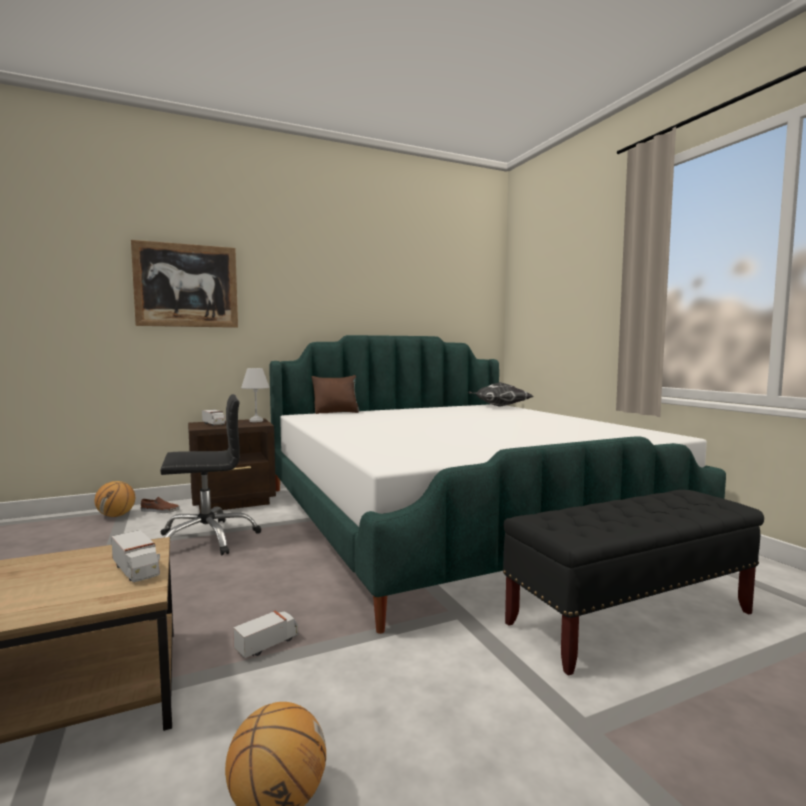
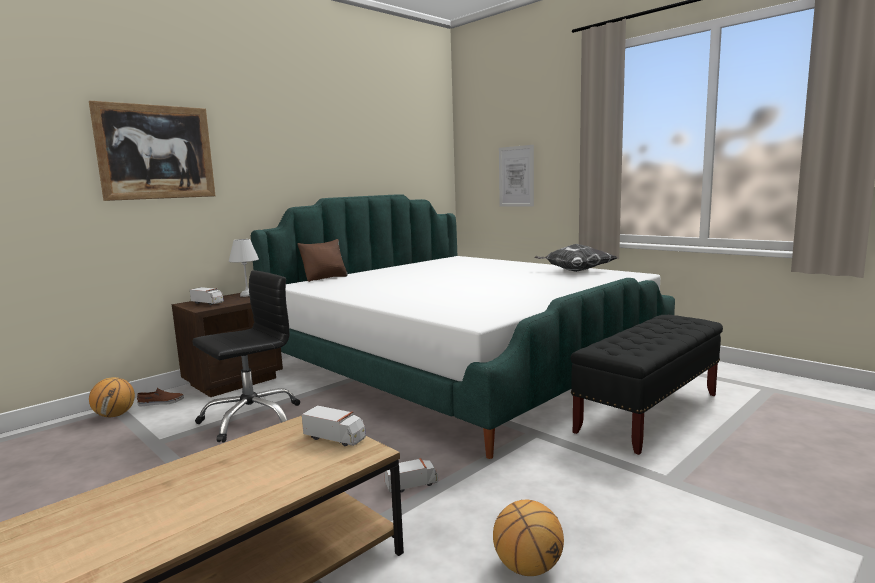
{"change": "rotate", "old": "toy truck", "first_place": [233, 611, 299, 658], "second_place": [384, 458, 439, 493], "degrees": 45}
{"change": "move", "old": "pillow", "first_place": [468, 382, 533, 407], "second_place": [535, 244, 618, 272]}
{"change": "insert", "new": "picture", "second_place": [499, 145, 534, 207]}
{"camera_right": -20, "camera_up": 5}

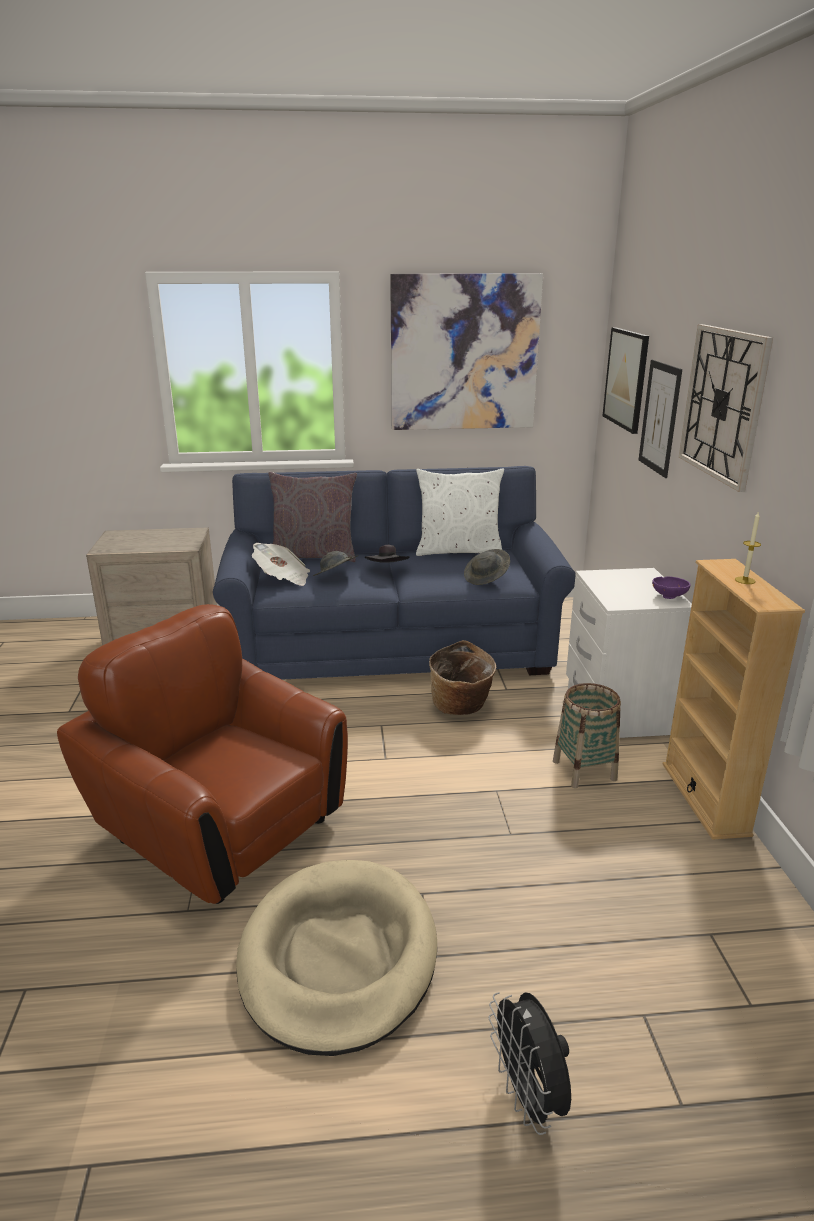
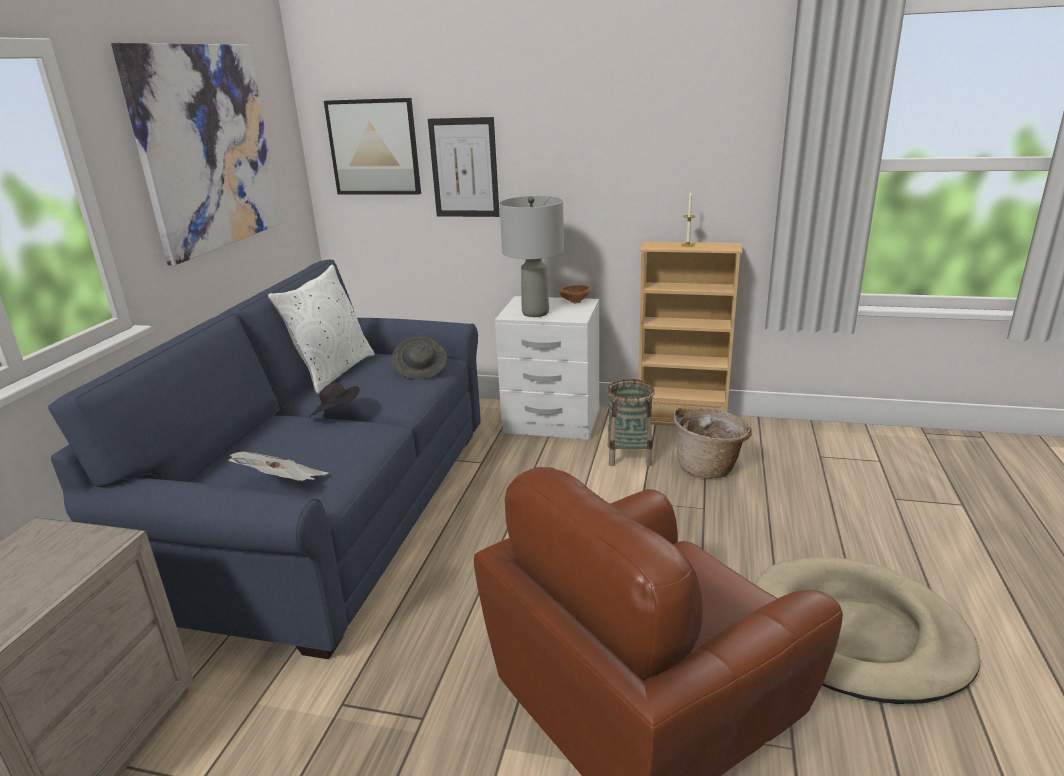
{"change": "delete", "old": "grey pillow", "first_place": [268, 472, 357, 562]}
{"change": "delete", "old": "grey hat", "first_place": [313, 551, 358, 576]}
{"change": "move", "old": "basket", "first_place": [429, 640, 496, 715], "second_place": [673, 408, 751, 479]}
{"change": "delete", "old": "black fan", "first_place": [488, 992, 571, 1135]}
{"change": "recolor", "old": "purple bowl", "new": "brown bowl", "first_place": [652, 576, 691, 599], "second_place": [559, 285, 590, 303]}
{"change": "delete", "old": "wall clock", "first_place": [679, 324, 773, 492]}
{"change": "insert", "new": "grey table lamp", "second_place": [499, 196, 564, 317]}
{"camera_right": -70, "camera_up": 0}

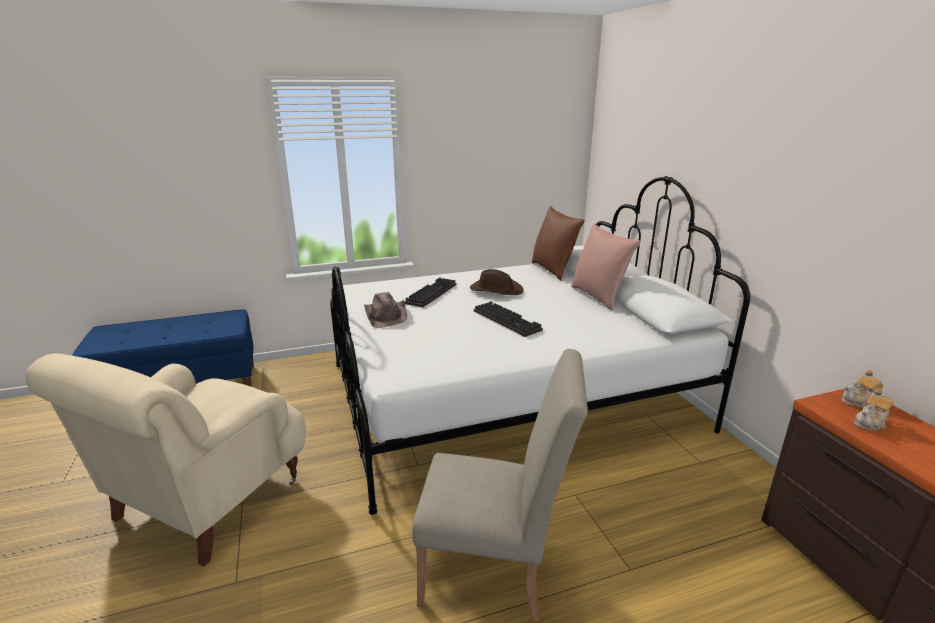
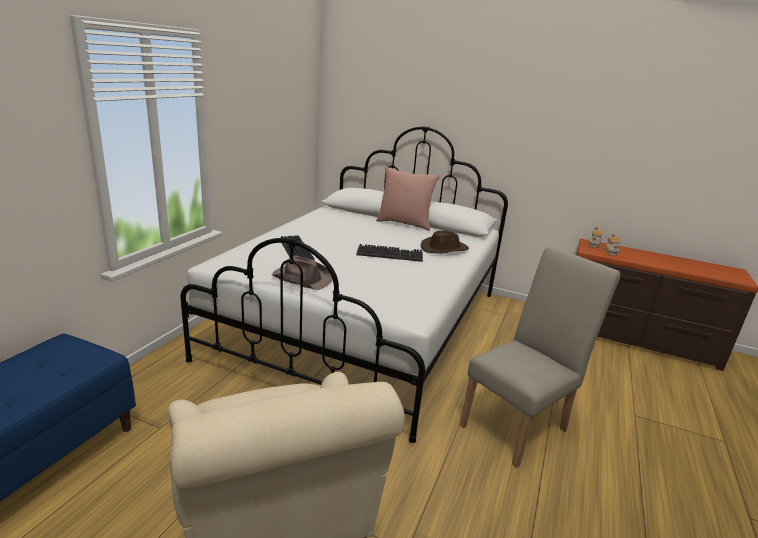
{"change": "move", "old": "brown hat", "first_place": [470, 269, 524, 295], "second_place": [421, 230, 469, 253]}
{"change": "delete", "old": "brown pillow", "first_place": [532, 206, 584, 280]}
{"camera_right": -50, "camera_up": 0}

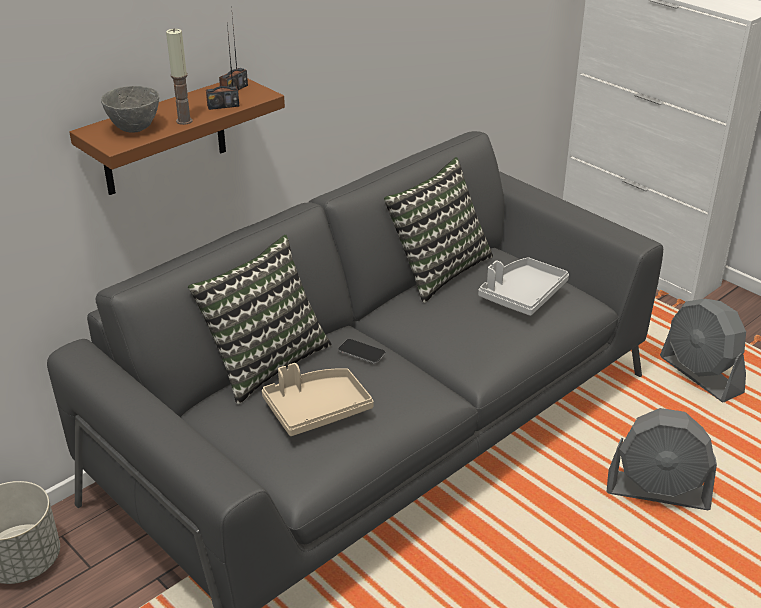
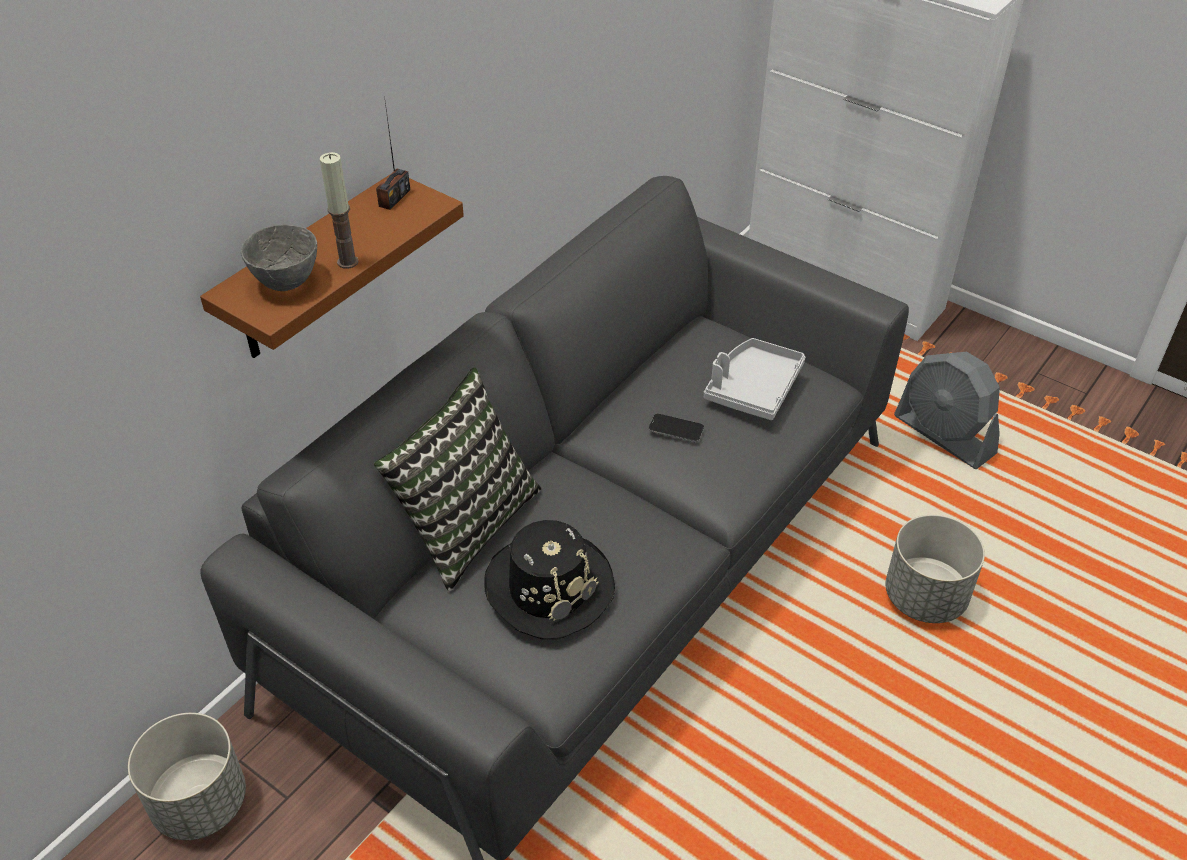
{"change": "delete", "old": "radio", "first_place": [206, 24, 240, 110]}
{"change": "replace", "old": "beige tray", "new": "black hat", "first_place": [262, 363, 374, 436], "second_place": [484, 520, 615, 639]}
{"change": "move", "old": "phone", "first_place": [338, 339, 386, 364], "second_place": [648, 414, 704, 442]}
{"change": "delete", "old": "pillow", "first_place": [384, 157, 493, 303]}
{"change": "replace", "old": "grey fan", "new": "grey planter", "first_place": [606, 408, 717, 510], "second_place": [886, 515, 985, 623]}
{"camera_right": -10, "camera_up": 10}

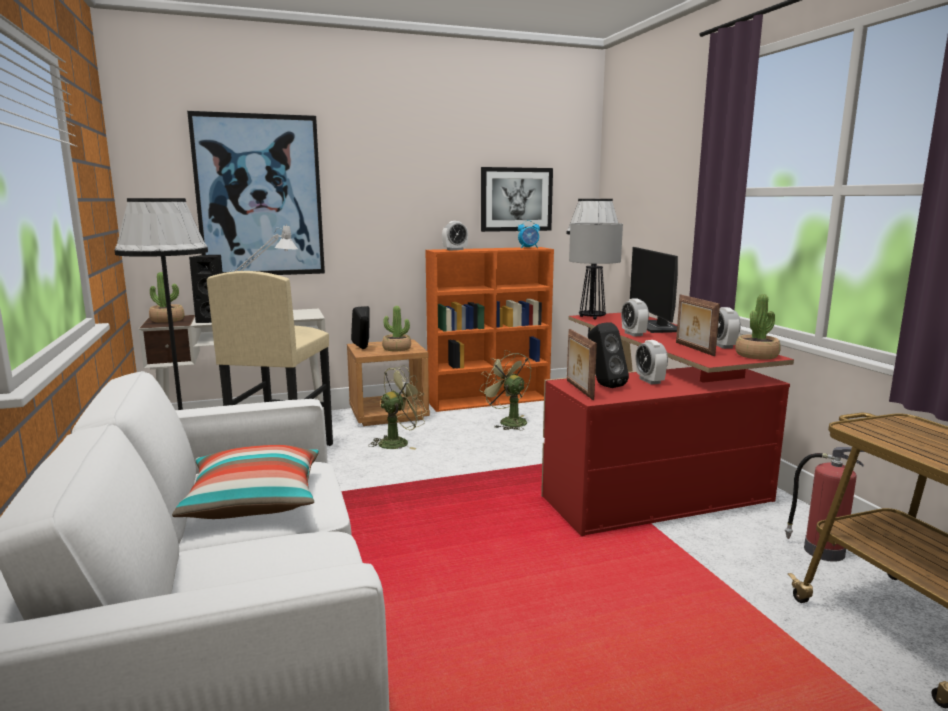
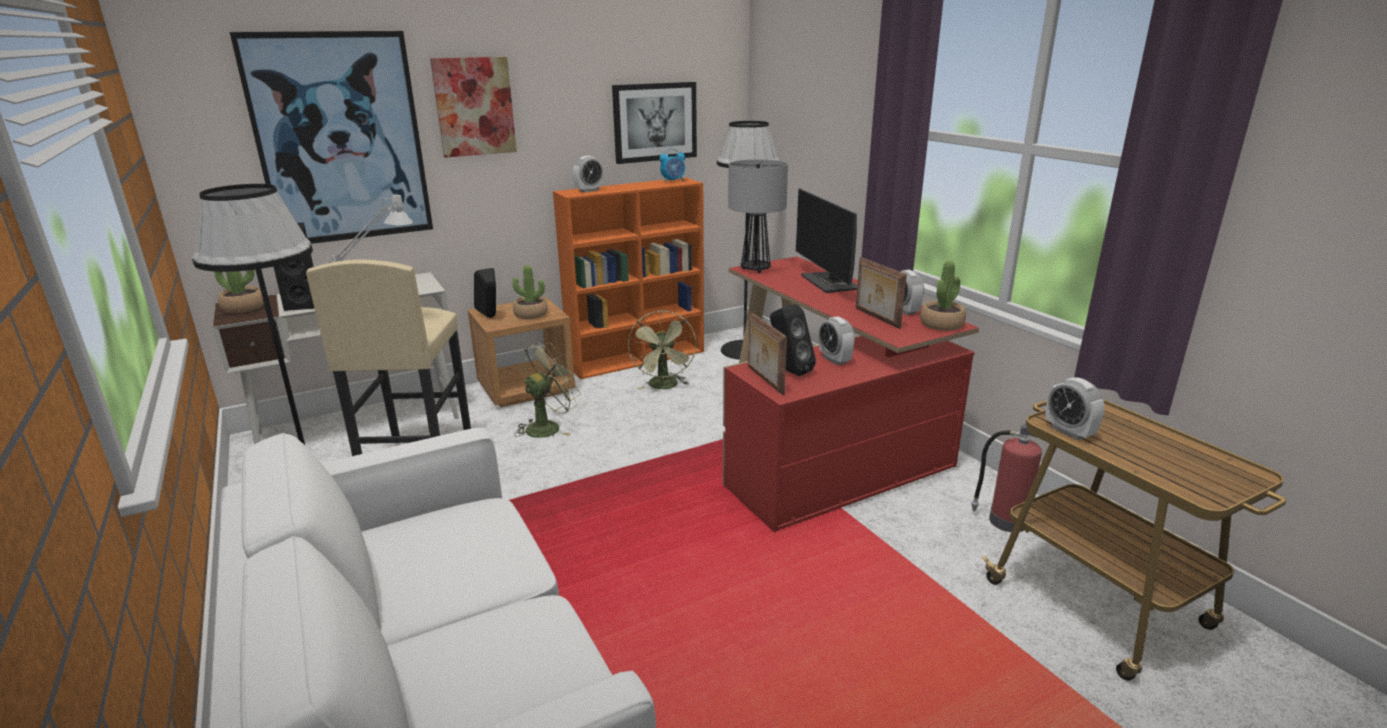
{"change": "delete", "old": "pillow", "first_place": [172, 445, 319, 519]}
{"change": "rotate", "old": "green fan", "first_place": [479, 350, 531, 430], "second_place": [628, 310, 696, 389], "degrees": -135}
{"change": "move", "old": "alarm clock", "first_place": [621, 298, 649, 337], "second_place": [1045, 377, 1105, 440]}
{"change": "insert", "new": "picture", "second_place": [430, 57, 517, 158]}
{"camera_right": -10, "camera_up": 10}

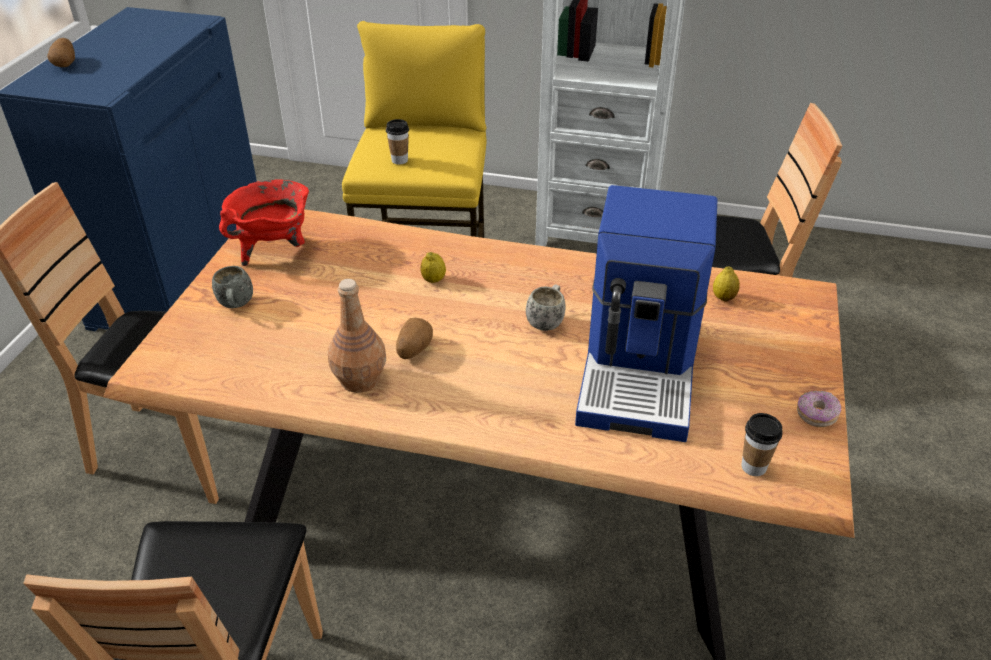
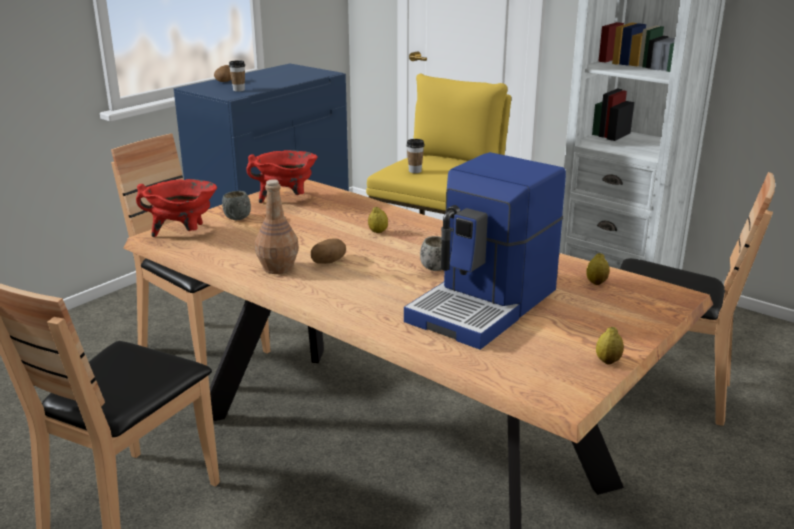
{"change": "move", "old": "cup", "first_place": [742, 413, 783, 476], "second_place": [229, 60, 245, 92]}
{"change": "replace", "old": "donut", "new": "lemon", "first_place": [797, 391, 841, 427], "second_place": [596, 327, 624, 365]}
{"change": "insert", "new": "red cooking pot", "second_place": [136, 179, 217, 237]}
{"camera_right": 25, "camera_up": -15}

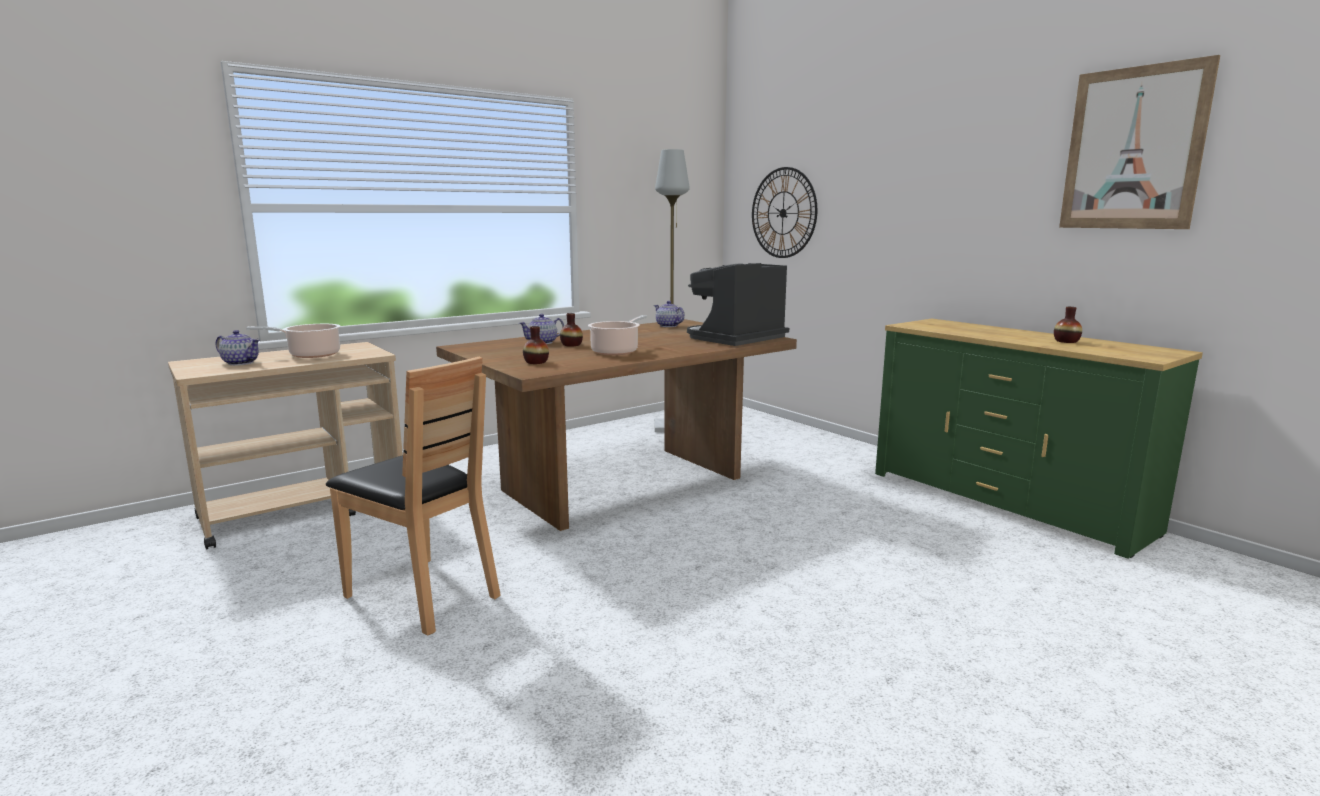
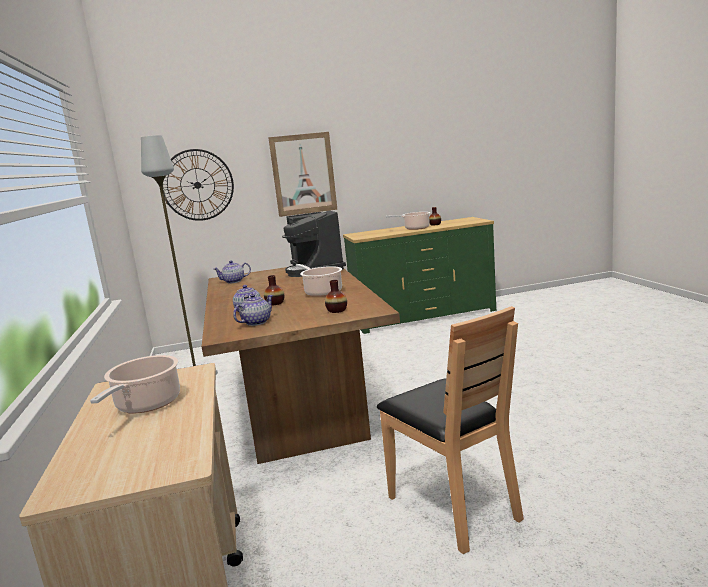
{"change": "move", "old": "teapot", "first_place": [216, 330, 260, 365], "second_place": [233, 294, 273, 326]}
{"change": "rotate", "old": "brown chair", "first_place": [326, 356, 501, 636], "second_place": [377, 306, 524, 554], "degrees": 90}
{"change": "move", "old": "picture", "first_place": [1059, 55, 1220, 229], "second_place": [268, 132, 337, 217]}
{"change": "insert", "new": "cooking pot", "second_place": [386, 212, 430, 230]}
{"camera_right": -65, "camera_up": 0}

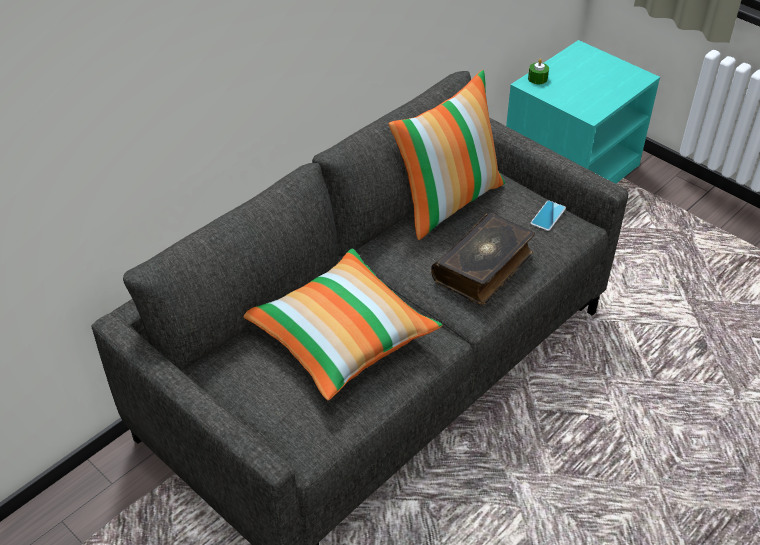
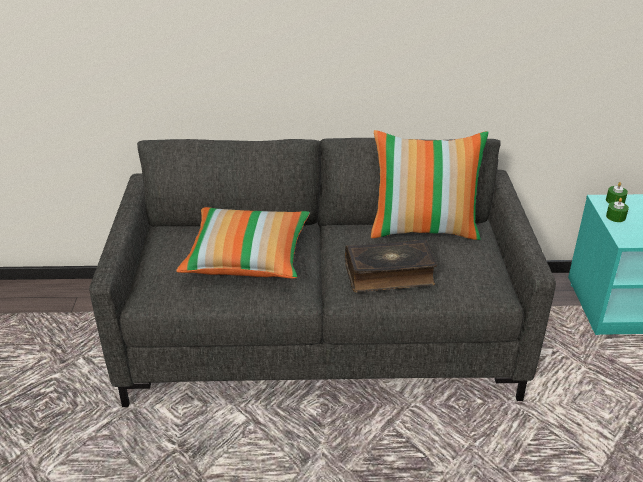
{"change": "delete", "old": "phone", "first_place": [530, 200, 566, 231]}
{"change": "insert", "new": "green candle", "second_place": [606, 198, 629, 222]}
{"camera_right": 45, "camera_up": -10}

